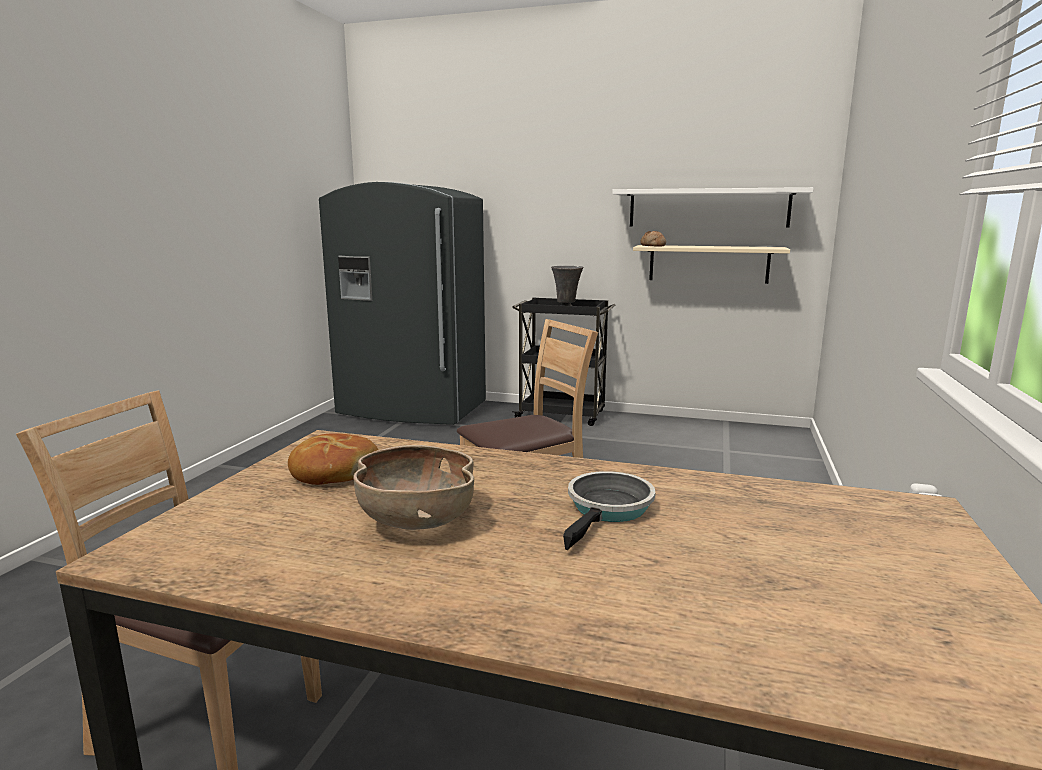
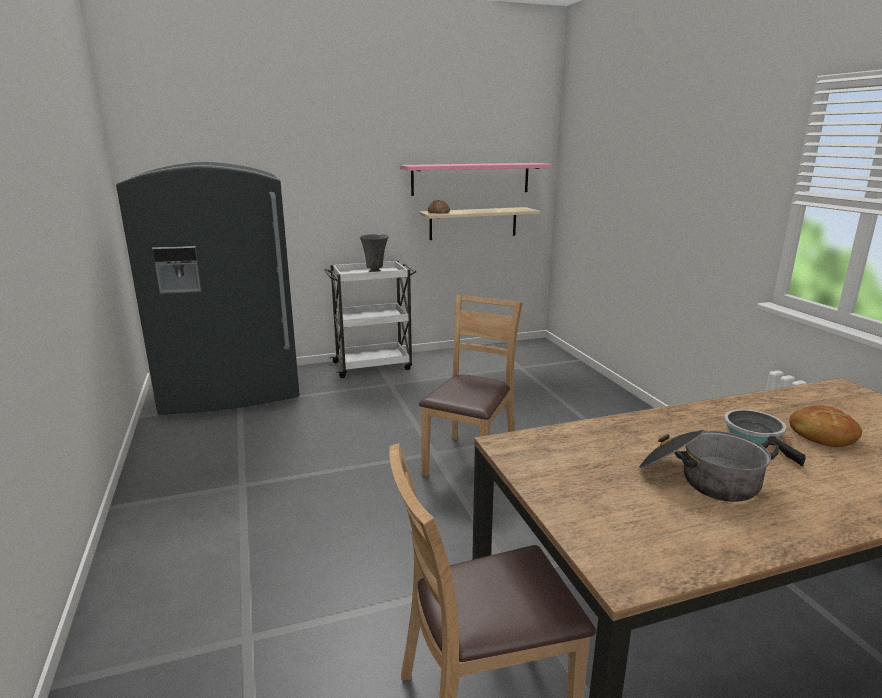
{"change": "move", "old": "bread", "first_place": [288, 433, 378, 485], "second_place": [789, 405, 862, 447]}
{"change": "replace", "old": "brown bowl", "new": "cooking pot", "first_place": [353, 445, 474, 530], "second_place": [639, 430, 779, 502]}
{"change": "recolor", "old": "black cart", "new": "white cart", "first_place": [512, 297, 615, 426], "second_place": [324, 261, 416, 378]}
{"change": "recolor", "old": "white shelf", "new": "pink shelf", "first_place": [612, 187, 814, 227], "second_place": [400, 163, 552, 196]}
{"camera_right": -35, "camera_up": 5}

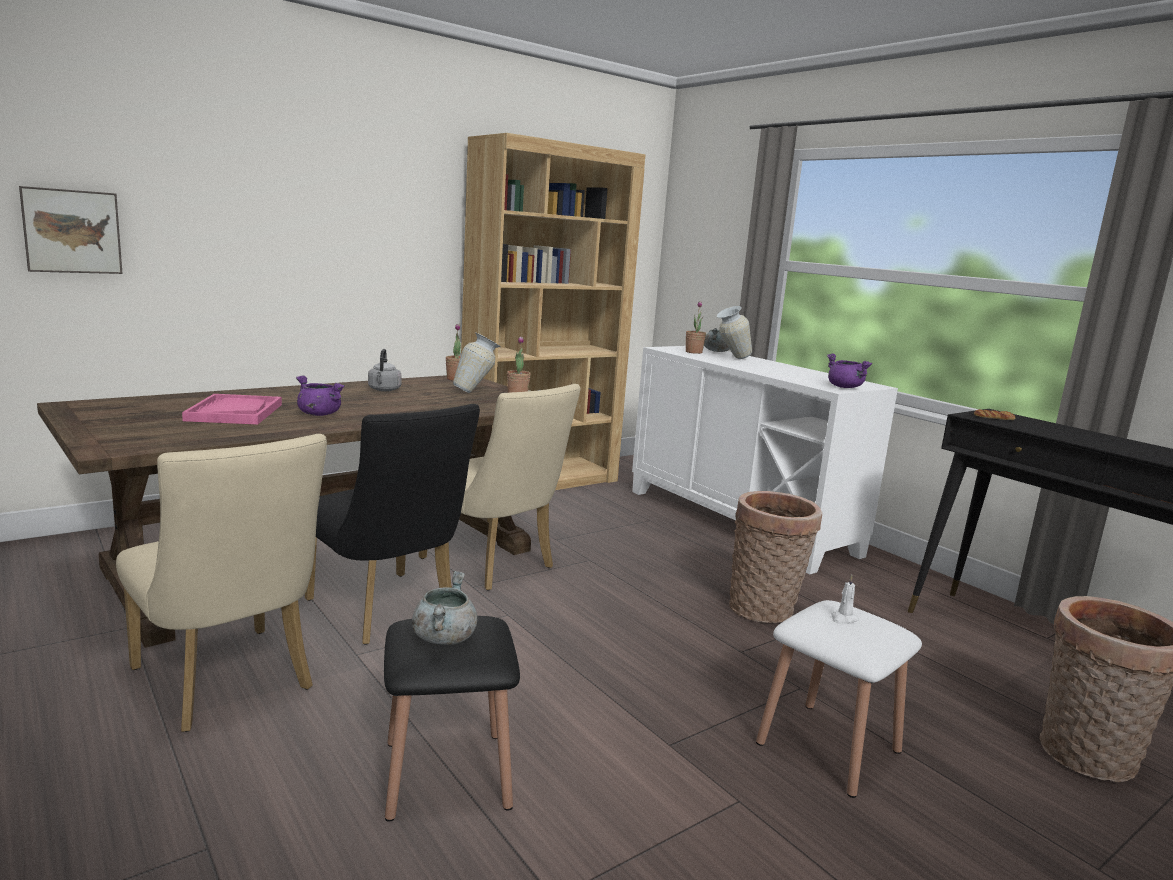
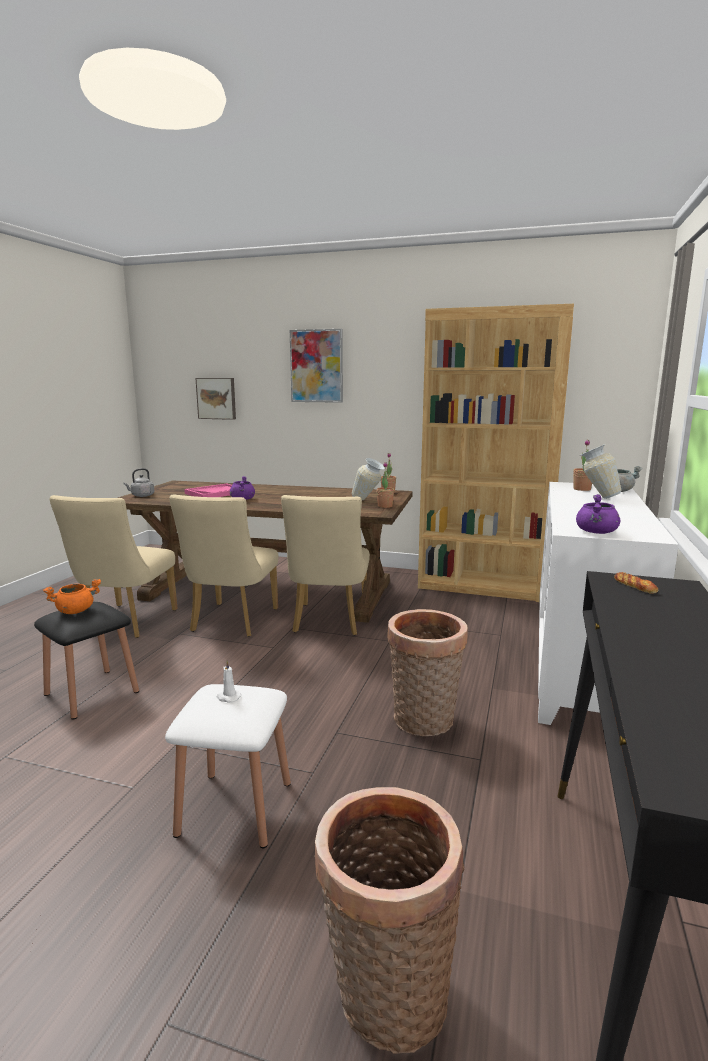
{"change": "recolor", "old": "black chair", "new": "beige chair", "first_place": [305, 404, 480, 645], "second_place": [169, 495, 278, 637]}
{"change": "move", "old": "grey kettle", "first_place": [368, 349, 402, 391], "second_place": [123, 468, 154, 497]}
{"change": "recolor", "old": "grey cooking pot", "new": "orange cooking pot", "first_place": [412, 571, 477, 645], "second_place": [43, 579, 101, 614]}
{"change": "insert", "new": "picture", "second_place": [290, 329, 343, 403]}
{"camera_right": 55, "camera_up": 0}

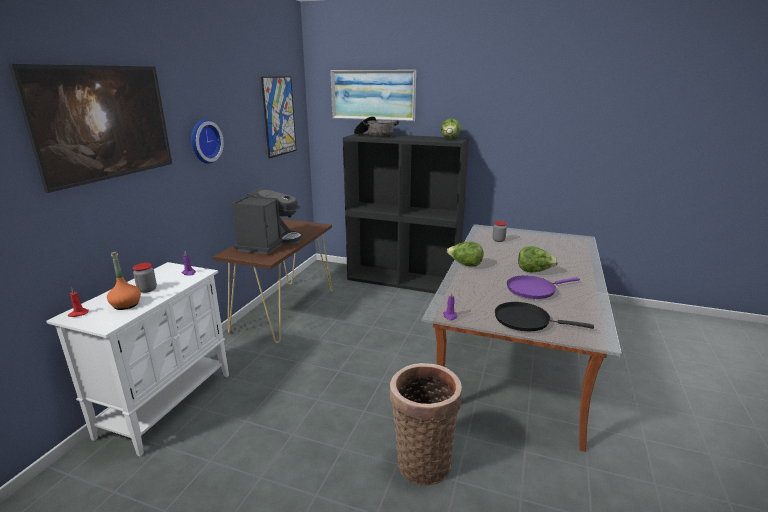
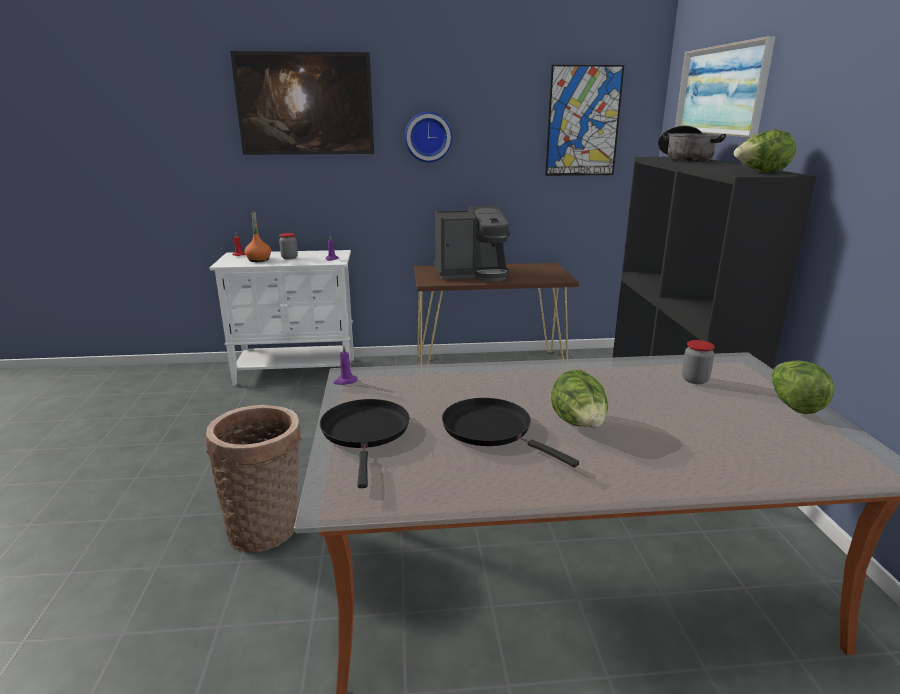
{"change": "move", "old": "lettuce", "first_place": [447, 242, 483, 267], "second_place": [772, 360, 835, 414]}
{"change": "recolor", "old": "purple frying pan", "new": "black frying pan", "first_place": [507, 276, 580, 299], "second_place": [442, 398, 579, 468]}
{"camera_right": 65, "camera_up": 0}

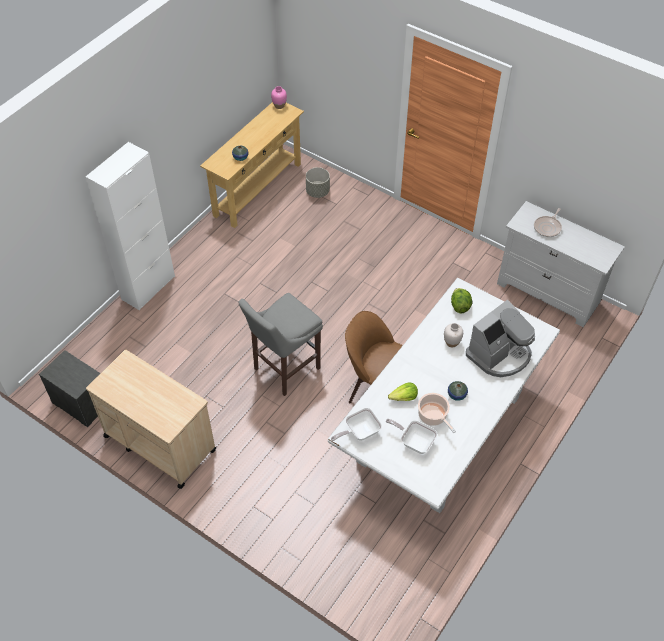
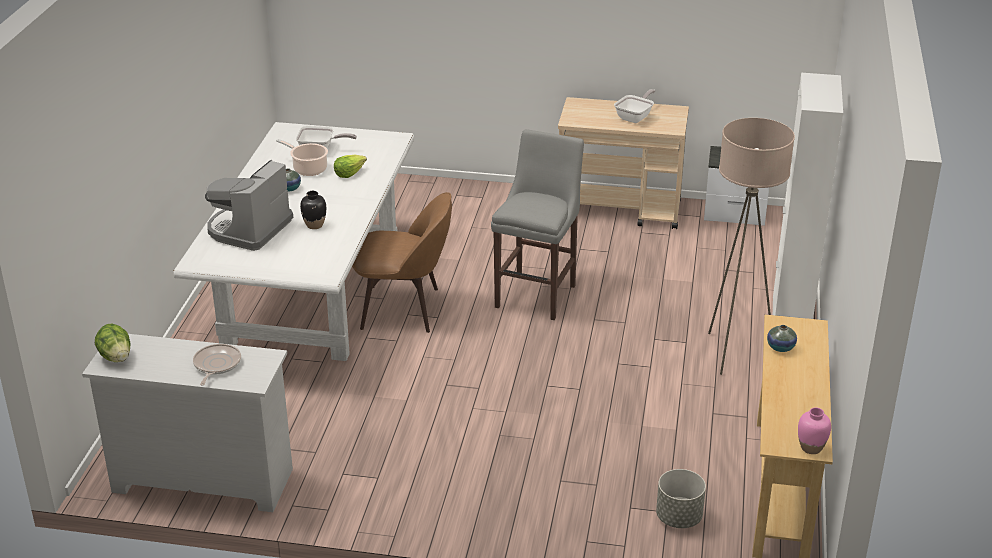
{"change": "move", "old": "frying pan", "first_place": [331, 408, 382, 441], "second_place": [614, 89, 656, 123]}
{"change": "recolor", "old": "white vase", "new": "black vase", "first_place": [444, 323, 463, 347], "second_place": [300, 191, 326, 229]}
{"change": "move", "old": "lettuce", "first_place": [451, 288, 472, 313], "second_place": [95, 323, 130, 362]}
{"change": "insert", "new": "beige floor lamp", "second_place": [708, 118, 795, 375]}
{"camera_right": 155, "camera_up": -20}

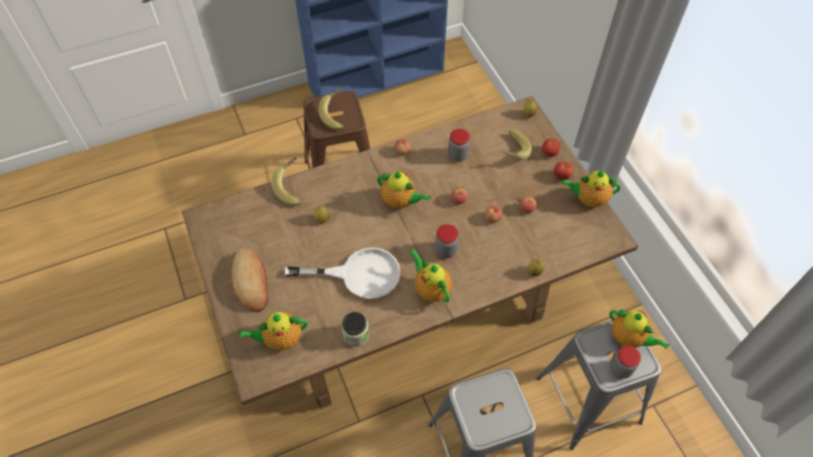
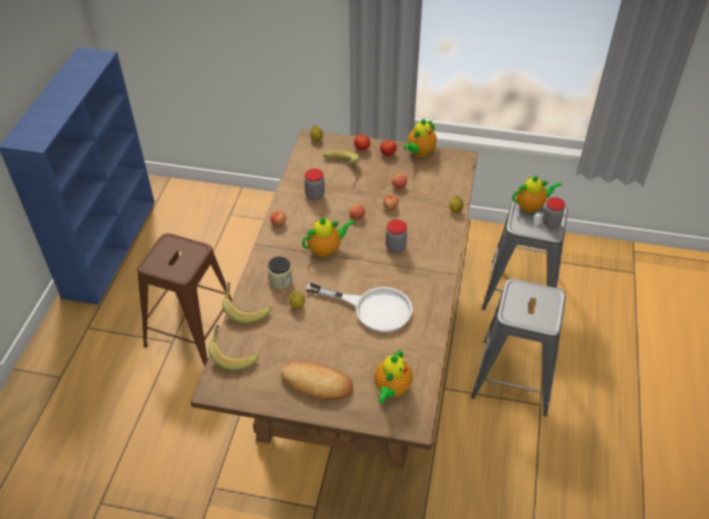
{"change": "rotate", "old": "white frying pan", "first_place": [285, 247, 401, 299], "second_place": [306, 283, 413, 333], "degrees": 75}
{"change": "move", "old": "banana", "first_place": [319, 88, 344, 130], "second_place": [208, 325, 259, 370]}
{"change": "move", "old": "jar", "first_place": [341, 312, 369, 347], "second_place": [268, 256, 293, 289]}
{"change": "delete", "old": "teapot", "first_place": [409, 249, 452, 302]}
{"camera_right": -55, "camera_up": -10}

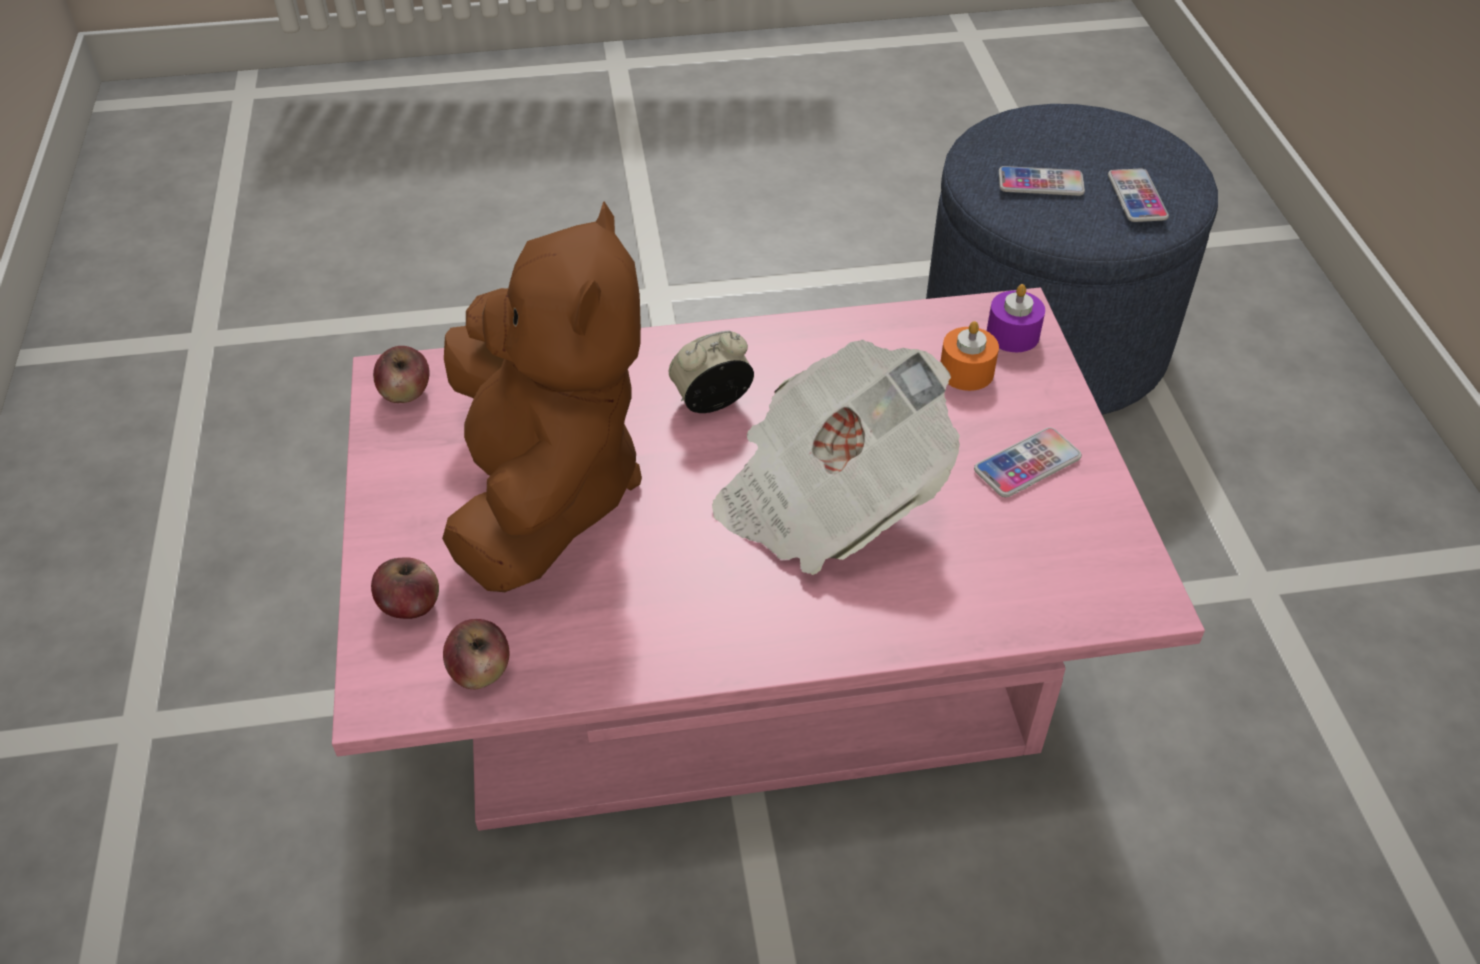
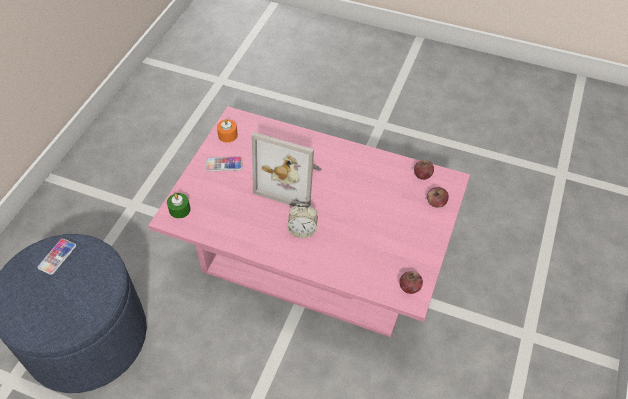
{"change": "delete", "old": "brown plush toy", "first_place": [442, 202, 642, 592]}
{"change": "replace", "old": "newspaper", "new": "picture frame", "first_place": [712, 340, 960, 575], "second_place": [252, 132, 322, 207]}
{"change": "move", "old": "orange candle", "first_place": [940, 321, 999, 391], "second_place": [217, 119, 238, 143]}
{"change": "recolor", "old": "purple candle", "new": "green candle", "first_place": [987, 284, 1045, 352], "second_place": [167, 193, 191, 218]}
{"change": "delete", "old": "phone", "first_place": [999, 166, 1085, 196]}
{"camera_right": -150, "camera_up": 5}

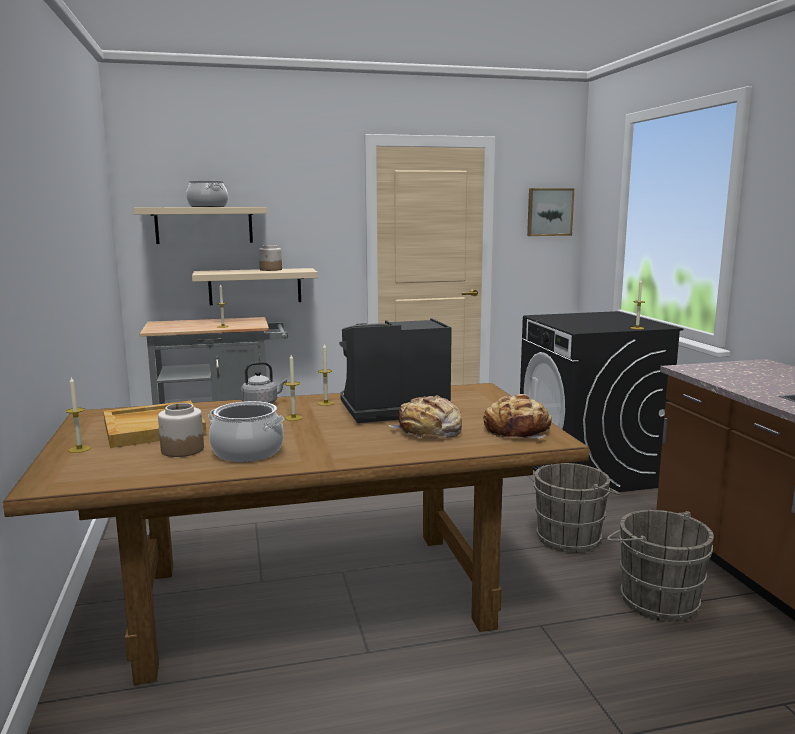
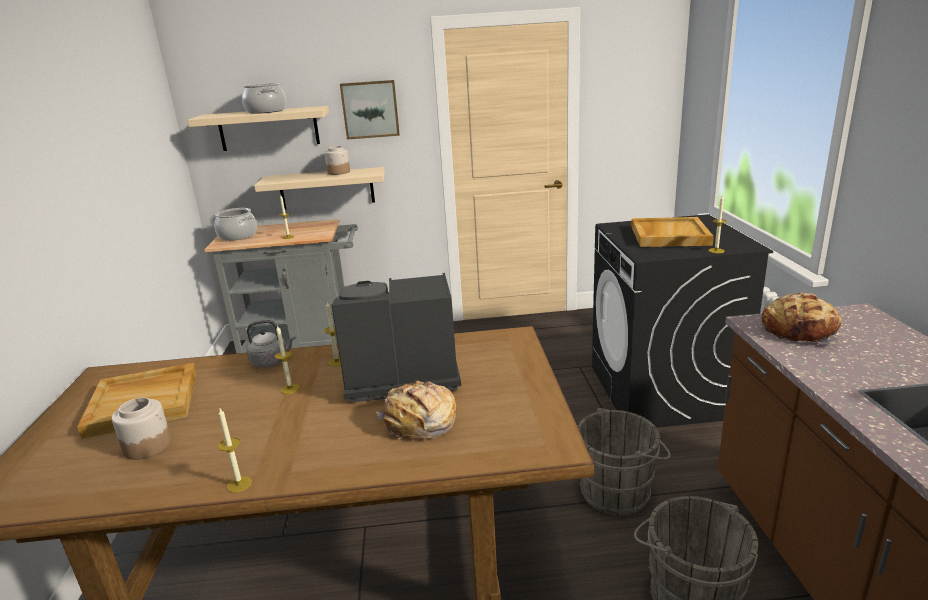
{"change": "move", "old": "candle", "first_place": [66, 376, 91, 453], "second_place": [218, 409, 252, 493]}
{"change": "move", "old": "cooking pot", "first_place": [208, 401, 284, 462], "second_place": [214, 208, 257, 241]}
{"change": "move", "old": "bread", "first_place": [483, 394, 552, 439], "second_place": [762, 293, 842, 345]}
{"change": "move", "old": "picture", "first_place": [527, 188, 575, 236], "second_place": [340, 80, 400, 140]}
{"change": "insert", "new": "beige tray", "second_place": [631, 217, 714, 247]}
{"camera_right": 10, "camera_up": 10}

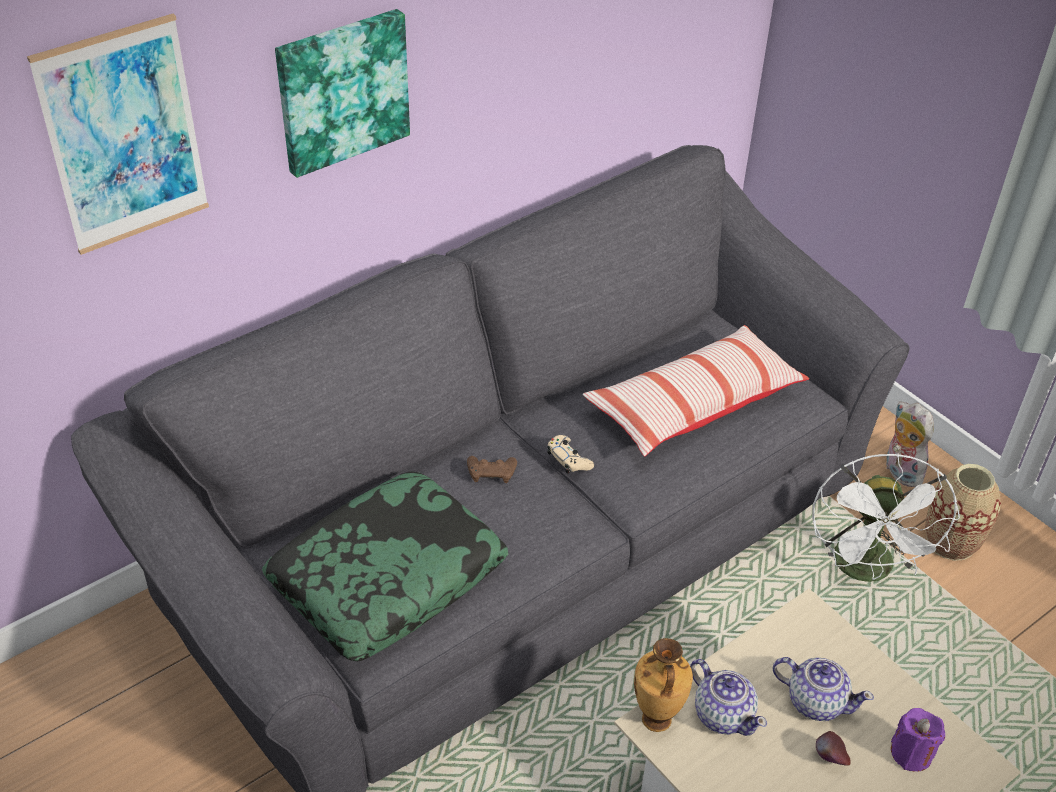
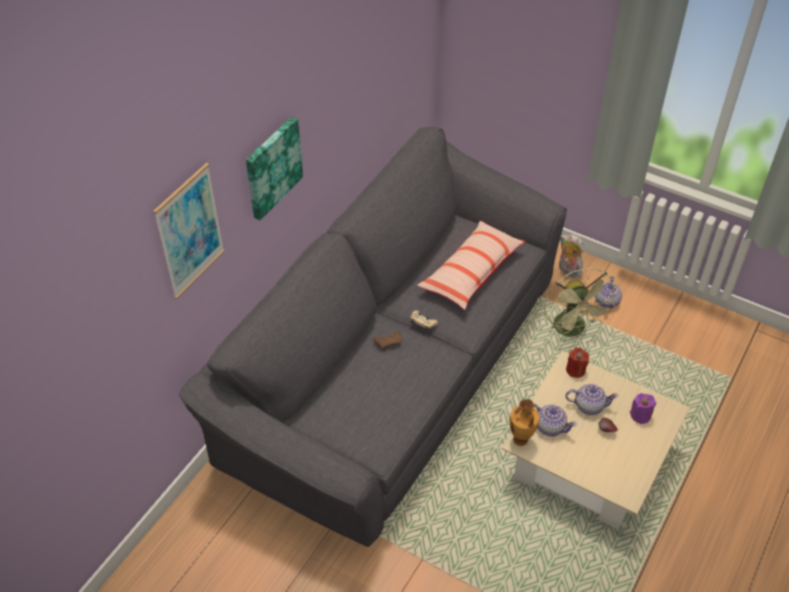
{"change": "delete", "old": "pillow", "first_place": [262, 471, 508, 661]}
{"change": "recolor", "old": "white fan", "new": "green fan", "first_place": [812, 453, 960, 582], "second_place": [544, 268, 618, 337]}
{"change": "replace", "old": "vase", "new": "teapot", "first_place": [925, 464, 1001, 561], "second_place": [595, 276, 622, 308]}
{"change": "insert", "new": "red candle", "second_place": [566, 348, 589, 378]}
{"camera_right": -20, "camera_up": 5}

